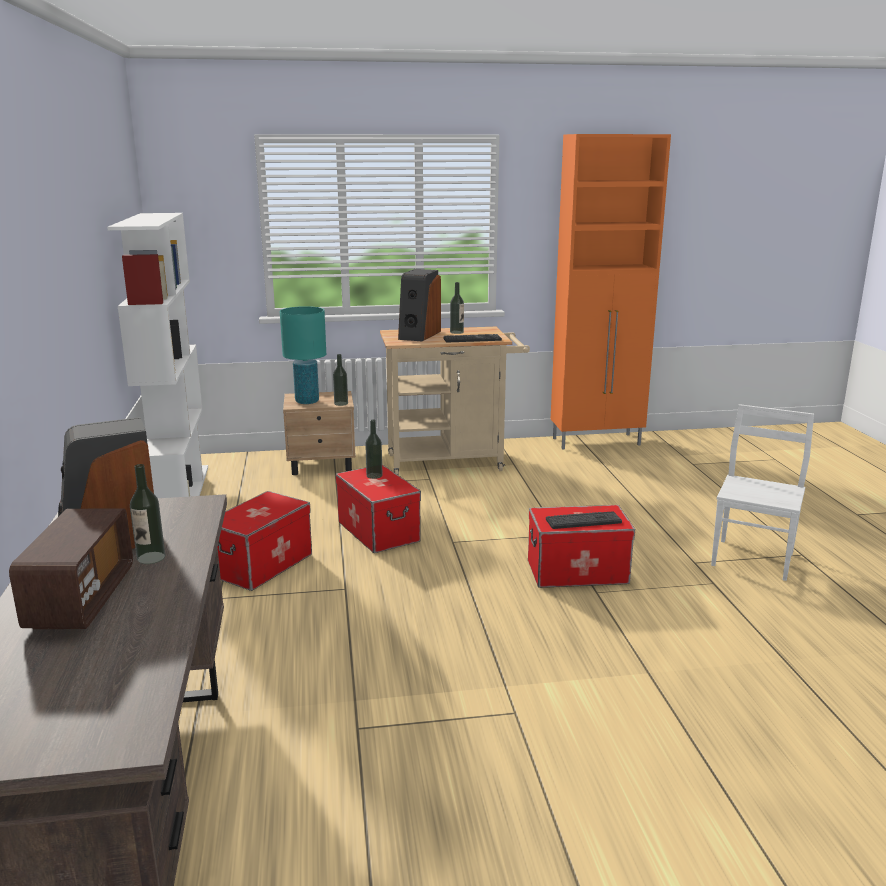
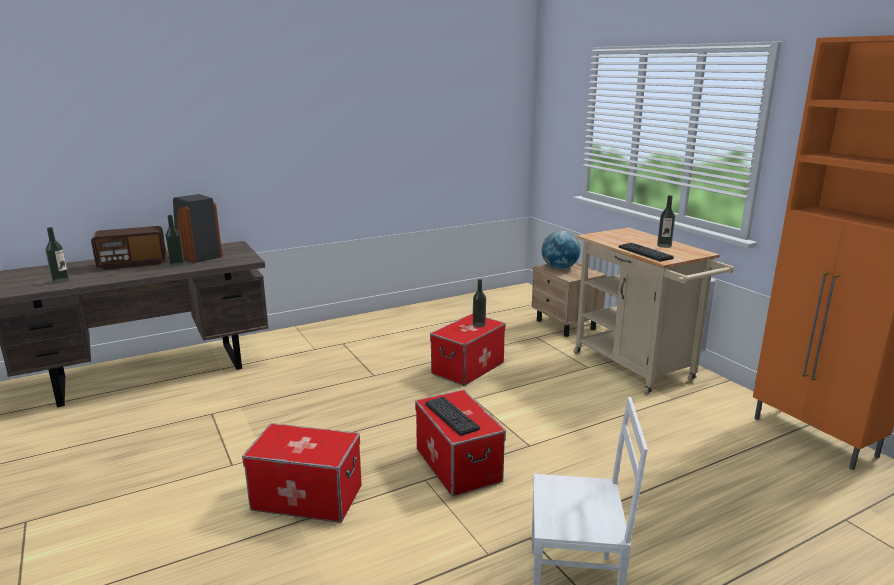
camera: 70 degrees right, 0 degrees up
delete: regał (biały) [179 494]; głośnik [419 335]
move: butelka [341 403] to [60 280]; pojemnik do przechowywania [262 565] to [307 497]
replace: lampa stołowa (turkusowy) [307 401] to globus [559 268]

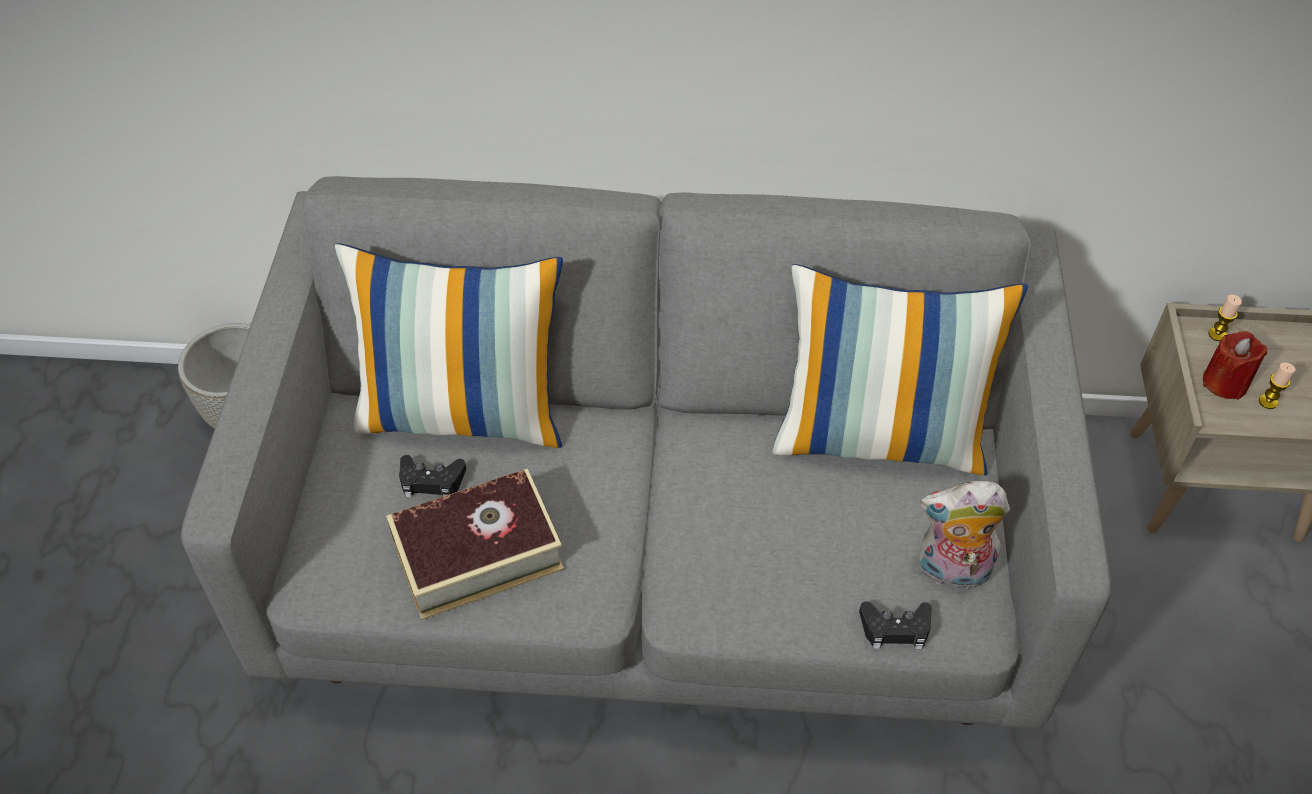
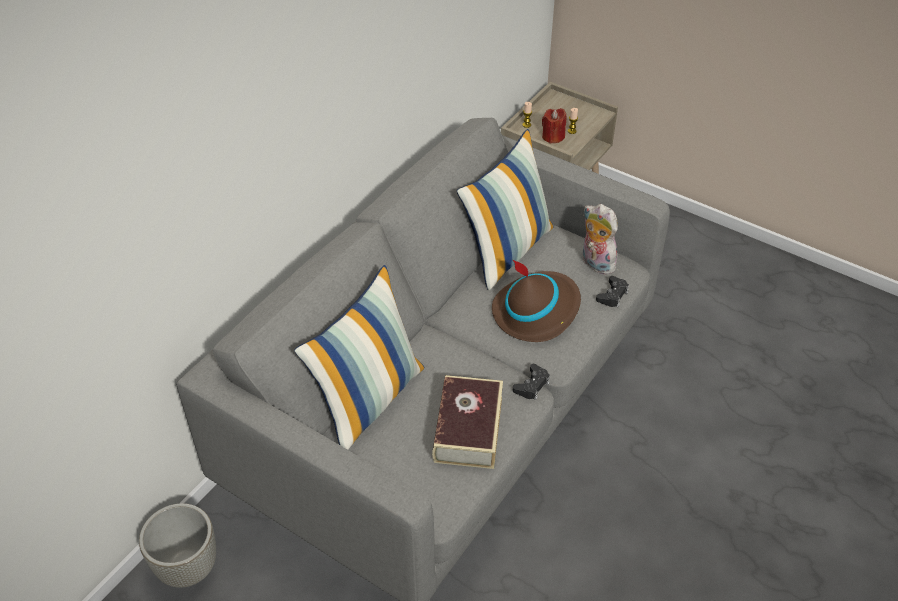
camera: 60 degrees left, 5 degrees down
insert: kapelusz (brązowy) [536 311]
move: pad do gier (czarny) [431 481] to [532 385]
rotate: pluszak [951 571] = [595 263] 105 degrees clockwise

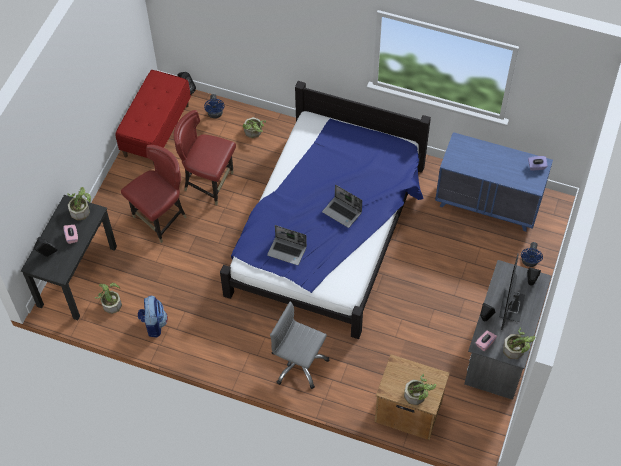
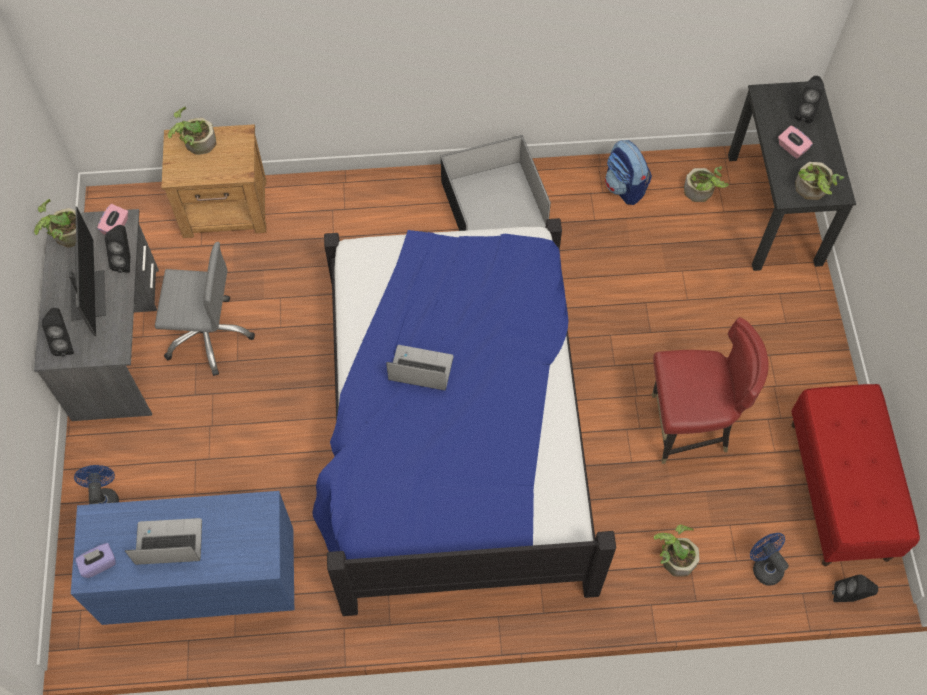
camera: 155 degrees right, 5 degrees up
delete: krzesło (czerwony) [161 219]
insert: pojemnik do przechowywania (czarny) [492 204]
move: laptop [287 251] to [168 543]; krzesło biurowe (szary) [298 364] to [208 335]

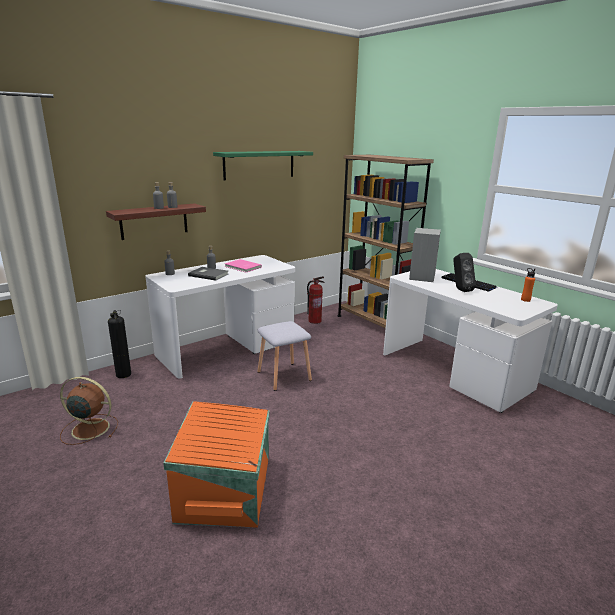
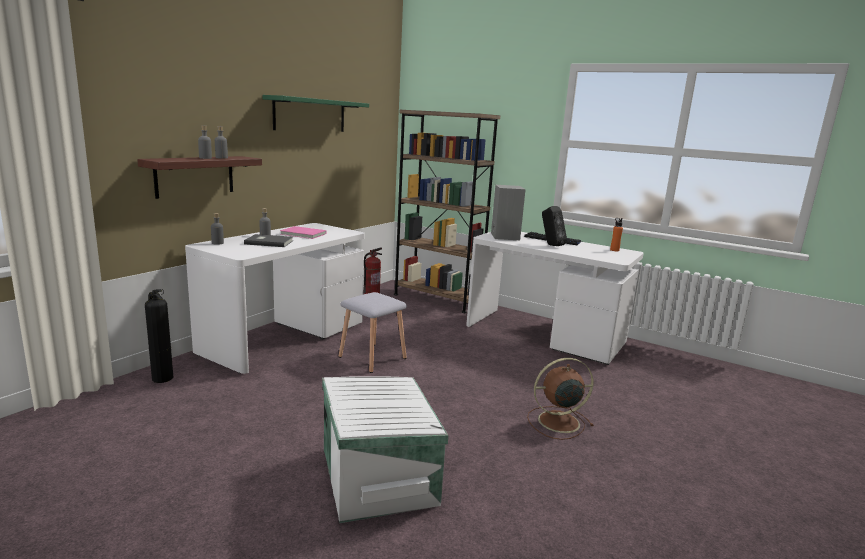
camera: 20 degrees left, 5 degrees down
move: wentylator (brązowy) [89 429] to [556 422]
recolor: pojemnik do przechowywania (pomarańczowy) [226 488] to pojemnik do przechowywania (biały) [380 475]

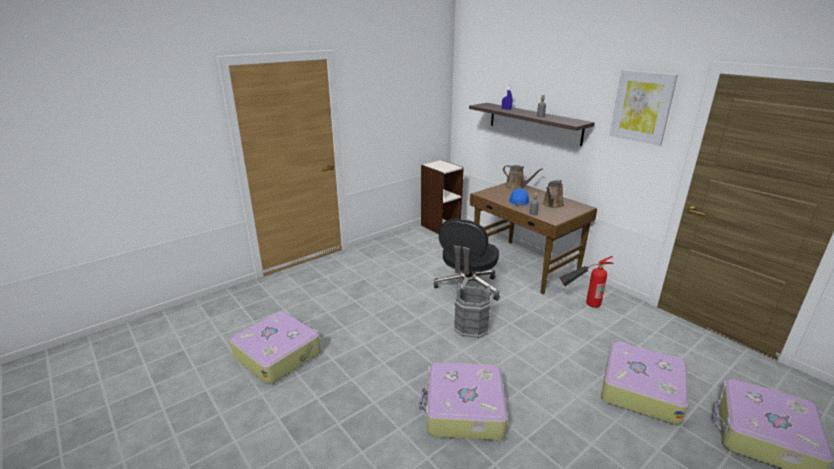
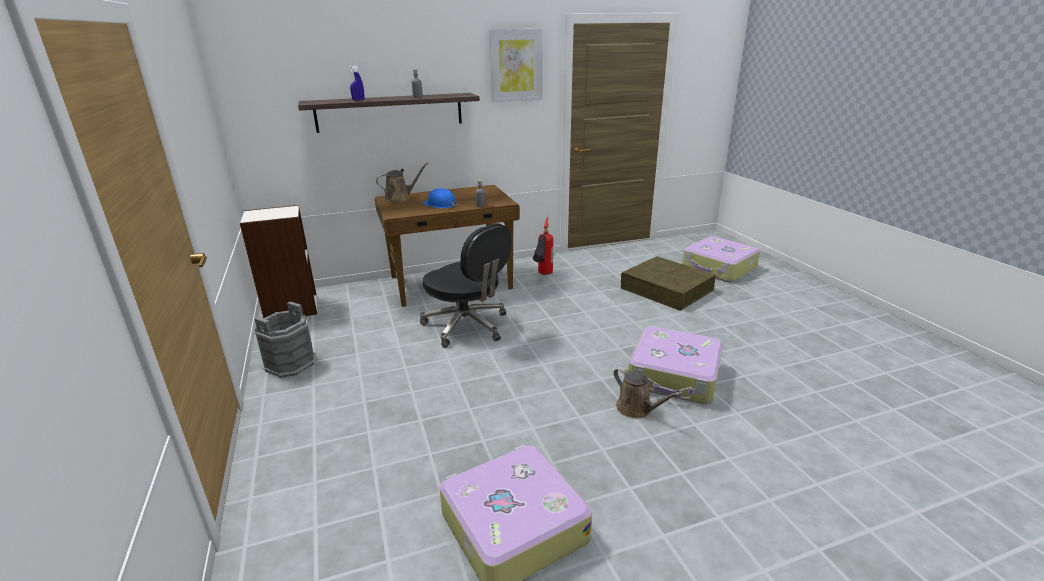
camera: 70 degrees left, 0 degrees up
move: konewka (brązowy) [552 205] to [636 409]; wiadro (szary) [471 327] to [291 364]
replace: walizka [640 389] to pojemnik do przechowywania (brązowy) [666 289]

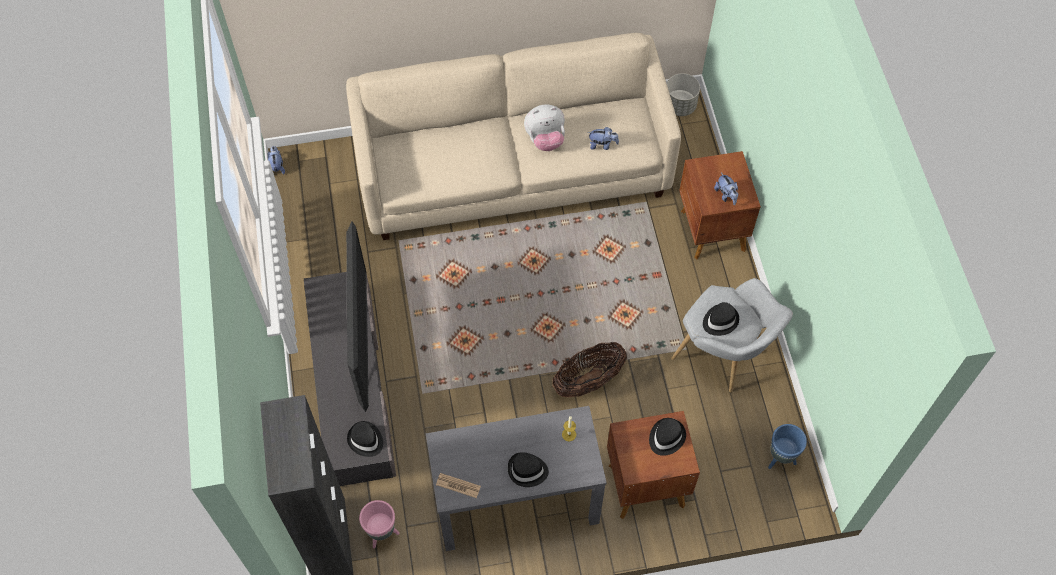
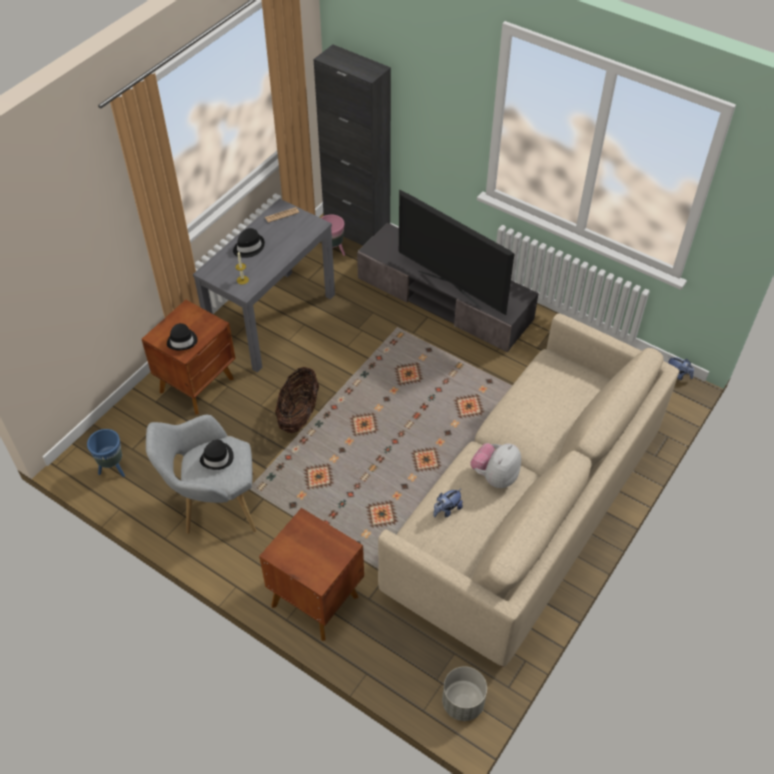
camera: 135 degrees right, 10 degrees down
delete: pluszak [726 195]; kapelusz (czarny) [365 440]

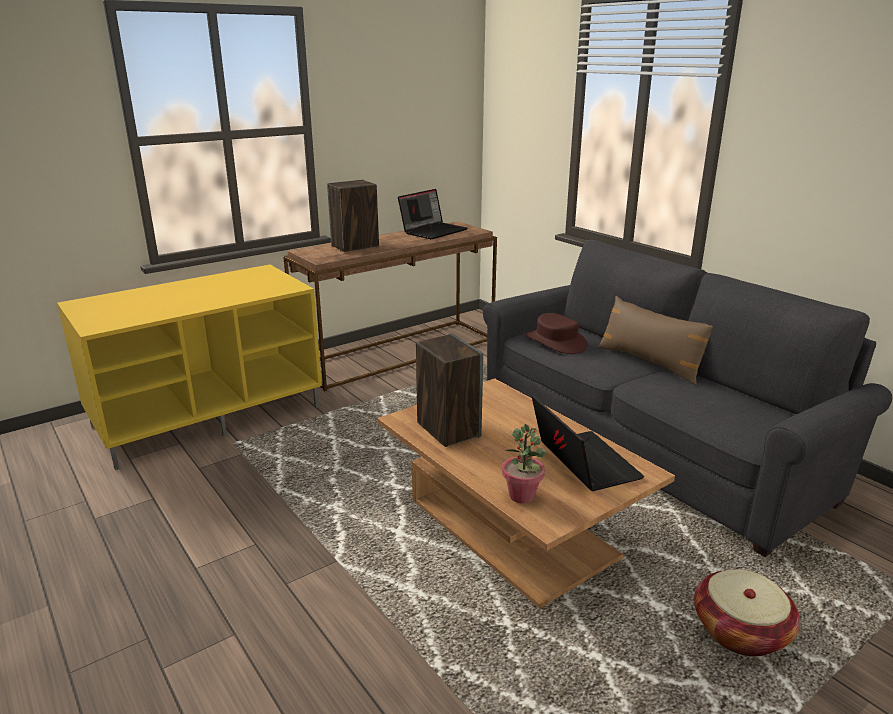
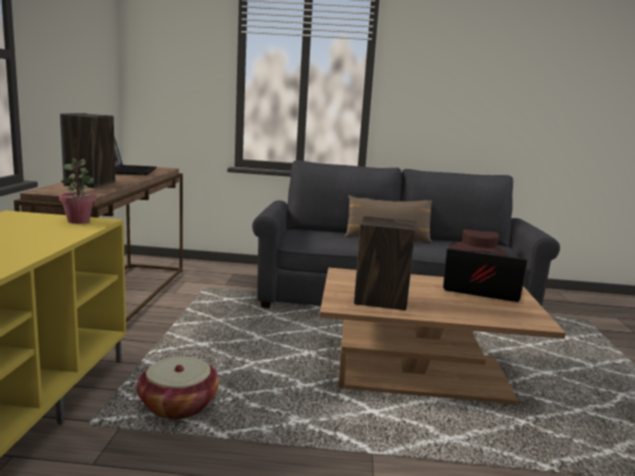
camera: 50 degrees left, 10 degrees down
move: kapelusz (brązowy) [556 342] to [478 251]; roślina doniczkowa [522 496] to [78 221]; koszyk [740 631] to [178 405]

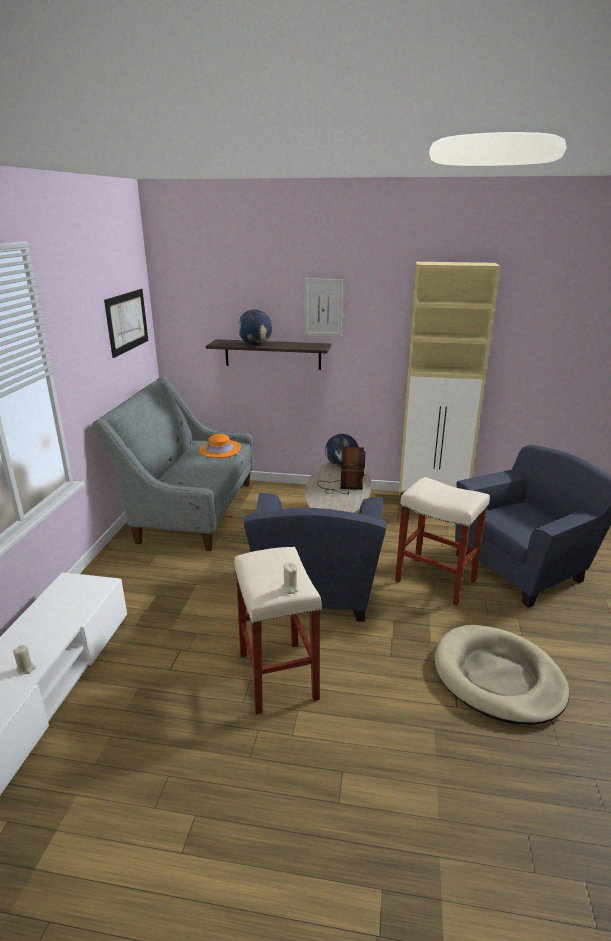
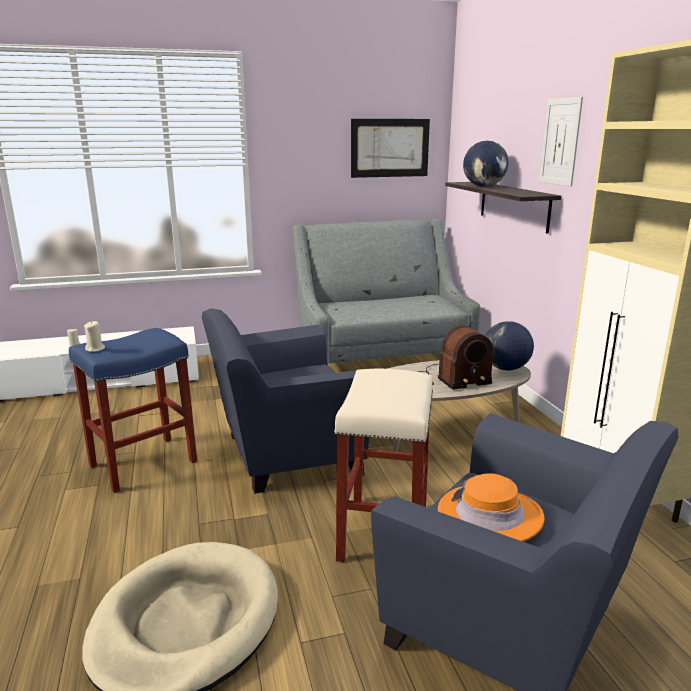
camera: 65 degrees right, 5 degrees down
move: kapelusz (pomarańczowy) [220 450] to [489 516]
recolor: stołek (beżowy) [279 677] to stołek (niebieski) [142 464]

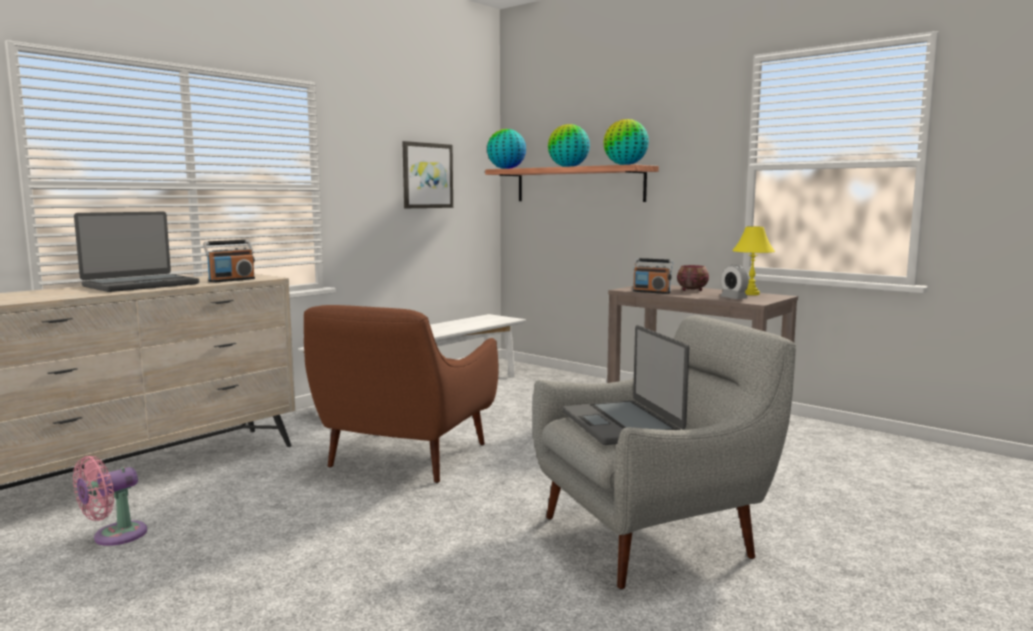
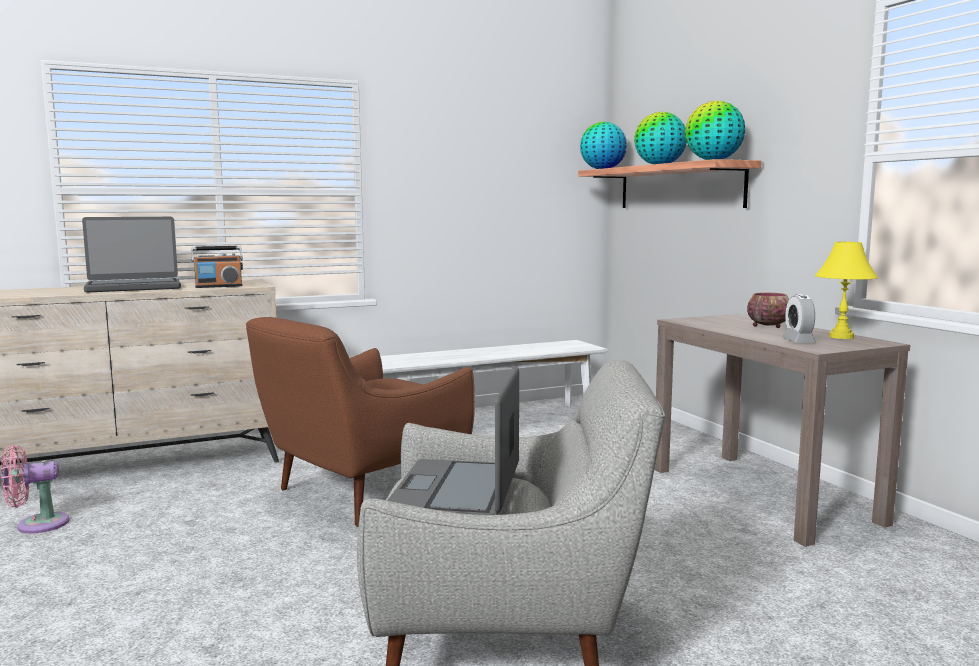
camera: 25 degrees right, 0 degrees up
delete: obraz [427 175]; radio [651 292]

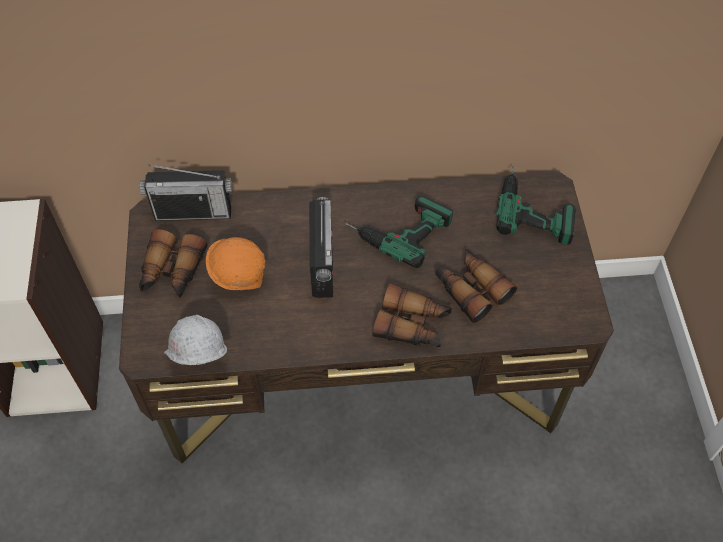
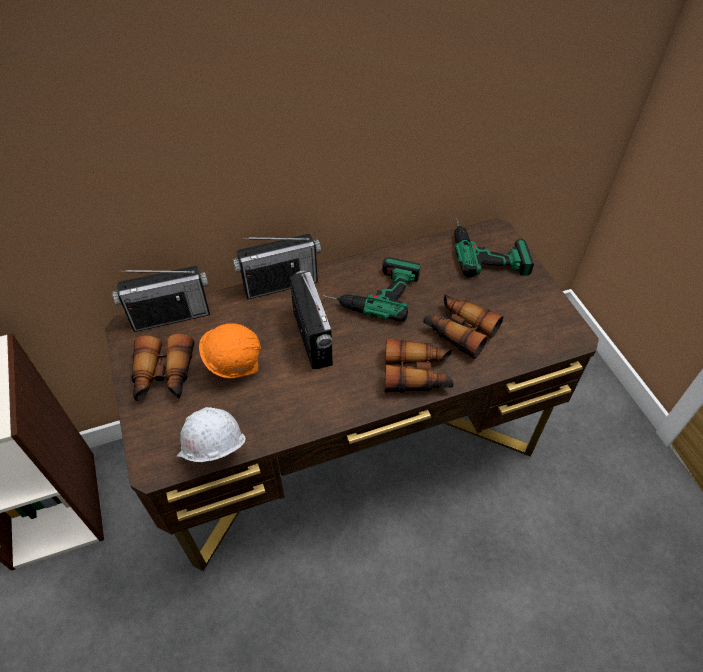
camera: 15 degrees left, 5 degrees down
insert: radio [280 284]

